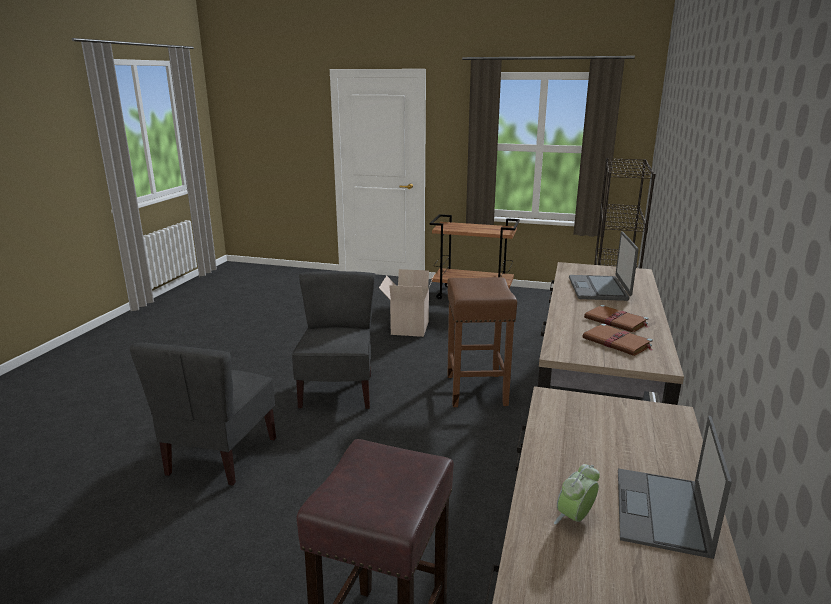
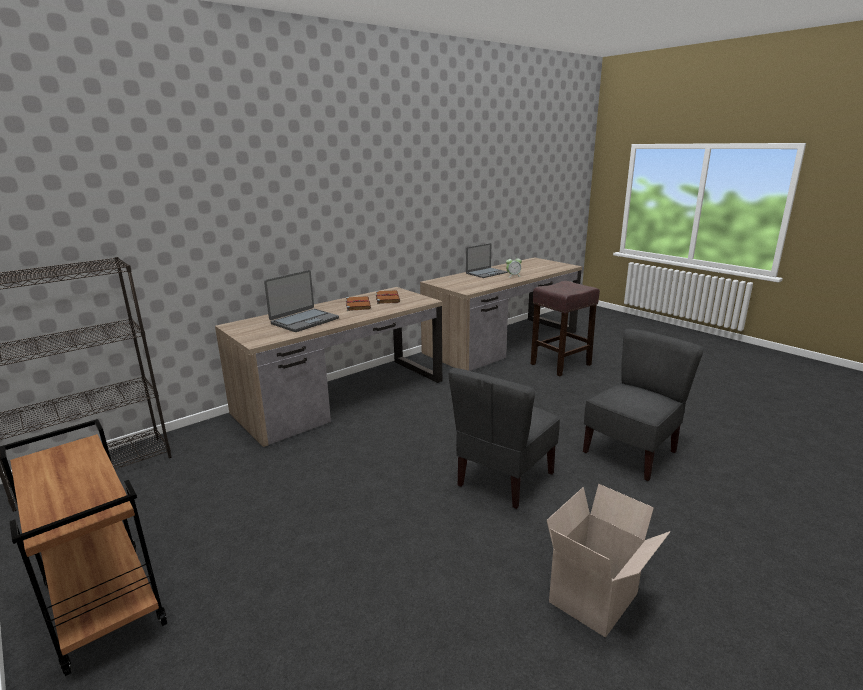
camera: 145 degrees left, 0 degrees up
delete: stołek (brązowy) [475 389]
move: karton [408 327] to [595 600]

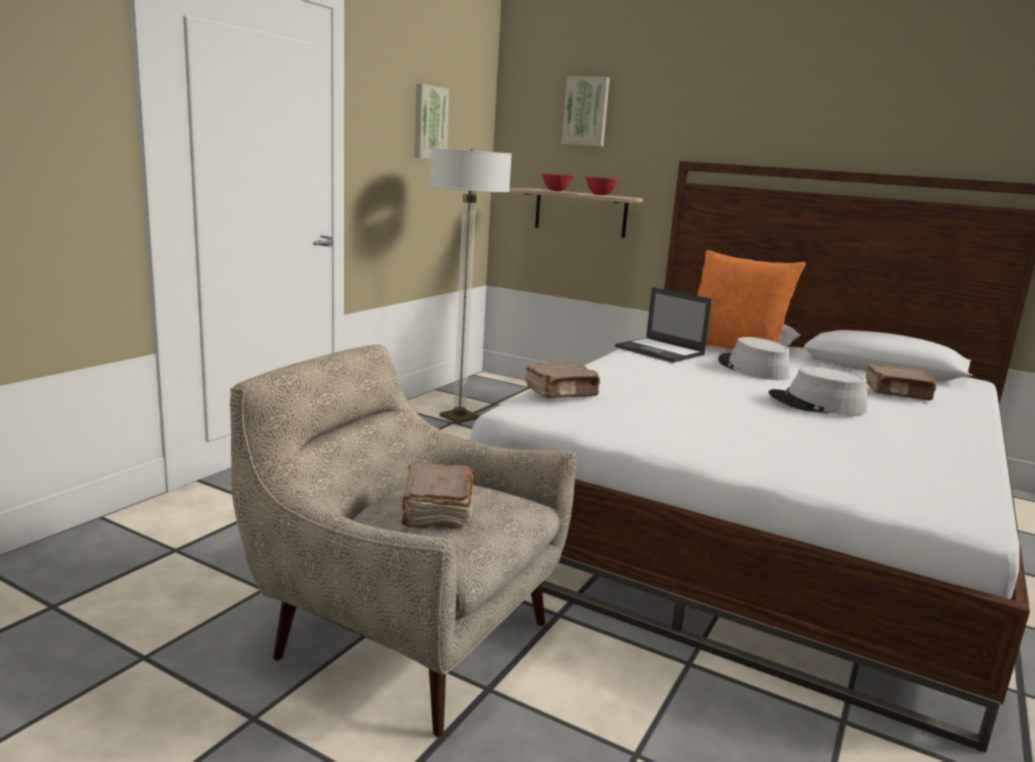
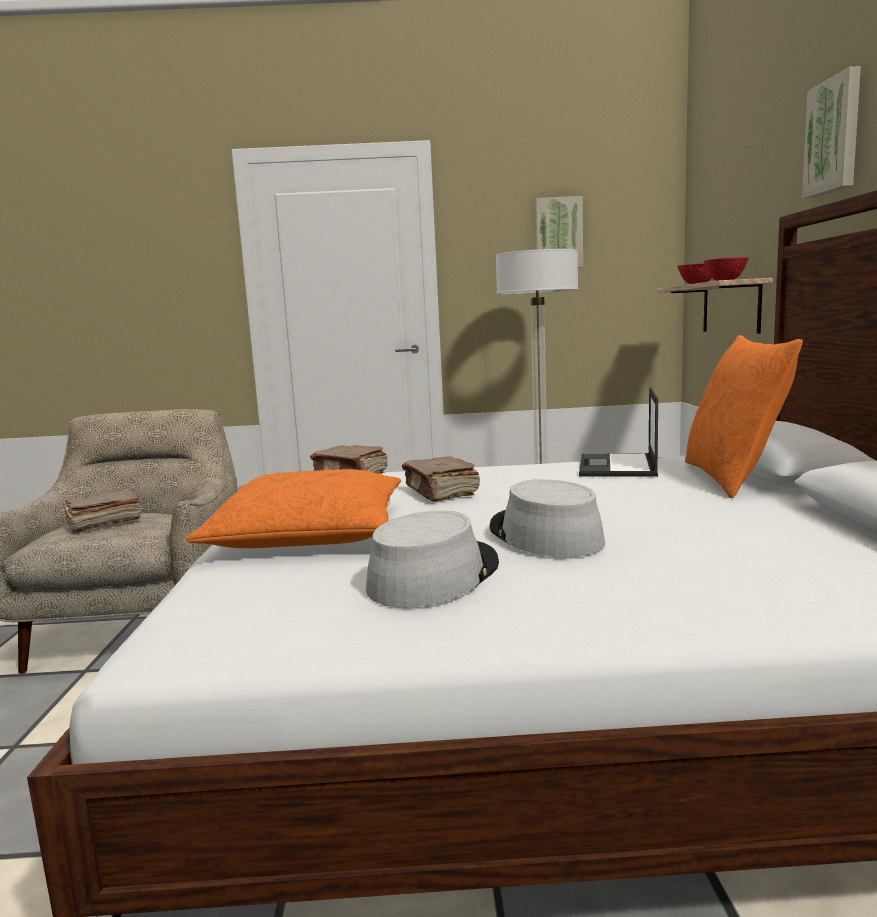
camera: 60 degrees right, 5 degrees down
insert: poduszka (pomarańczowy) [309 533]
move: obraz [586 111] to [834 136]; kapelusz (szary) [752 368] to [433 575]; książka (brązowy) [898 393] to [441 492]

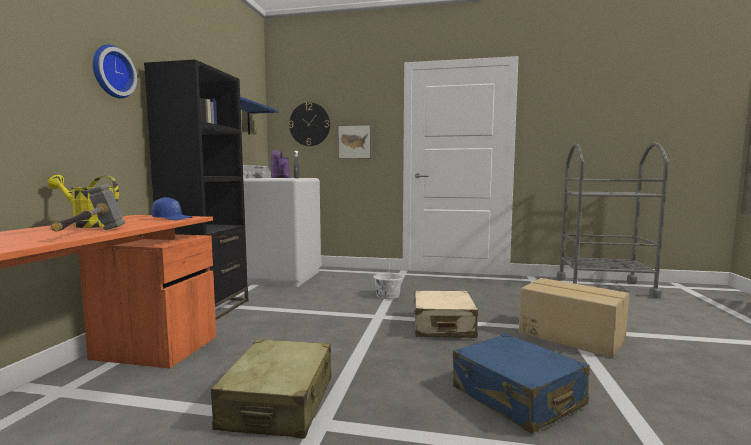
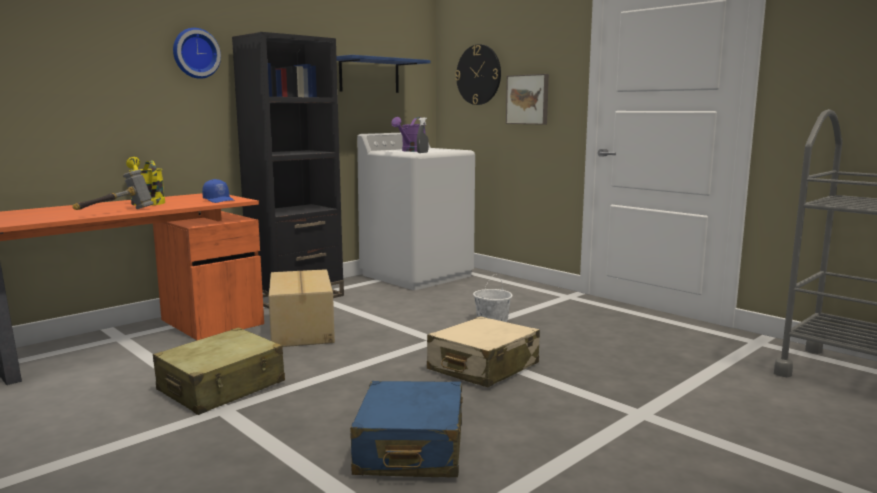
camera: 35 degrees right, 5 degrees up
move: karton [571 336] to [303 330]

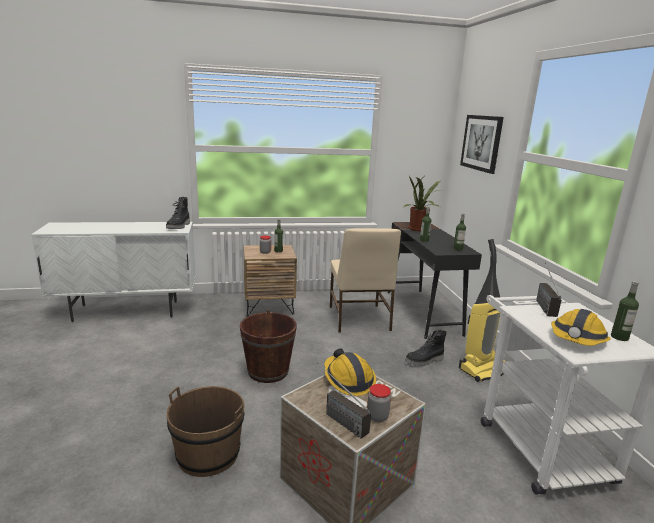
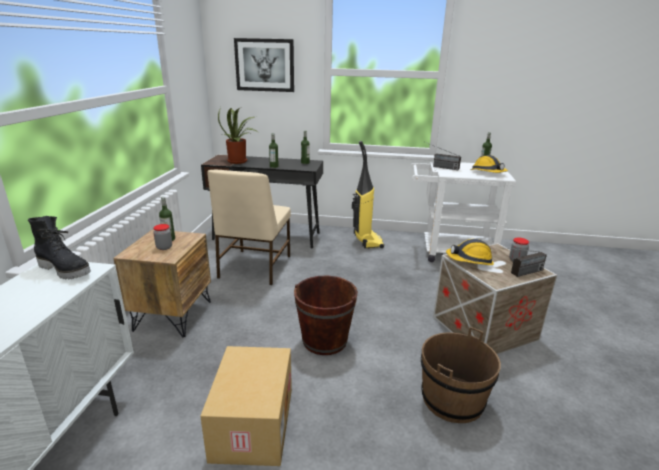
camera: 70 degrees left, 5 degrees up
delete: but z cholewką (czarny) [424 361]
insert: karton [251 423]
rotate: krzesło (beżowy) [358 319] = [254 267] 90 degrees clockwise

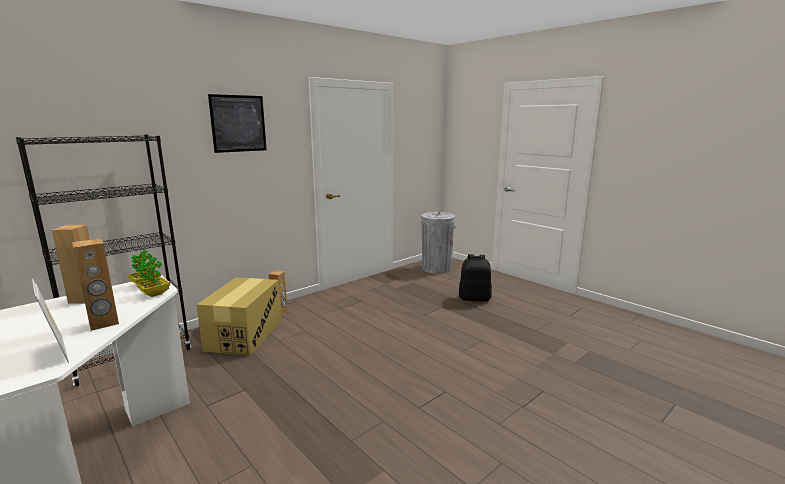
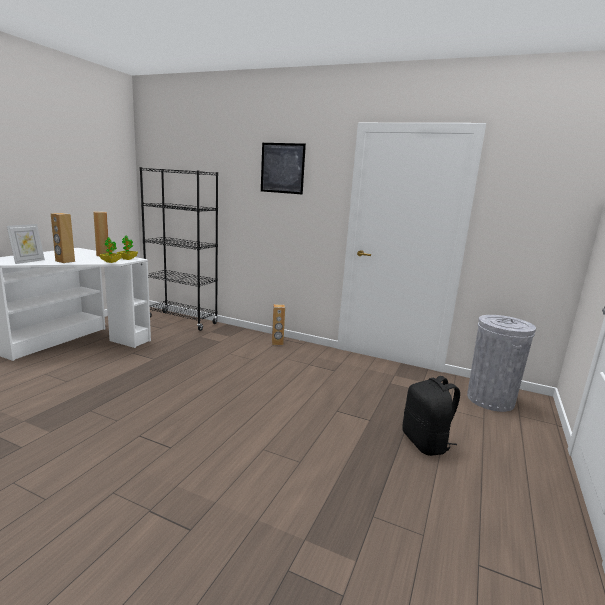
camera: 65 degrees right, 0 degrees up
delete: karton [245 335]

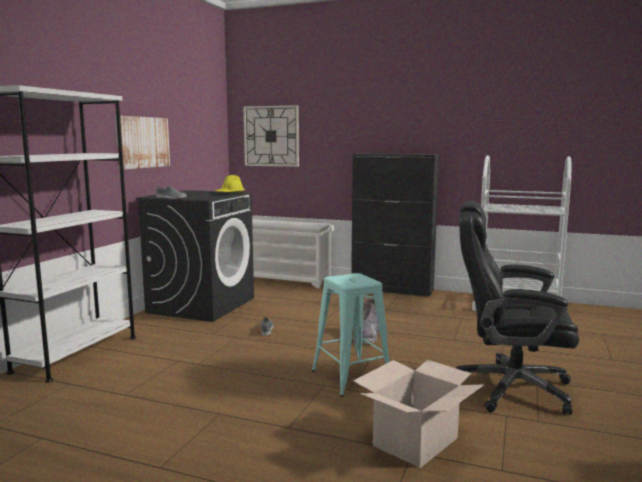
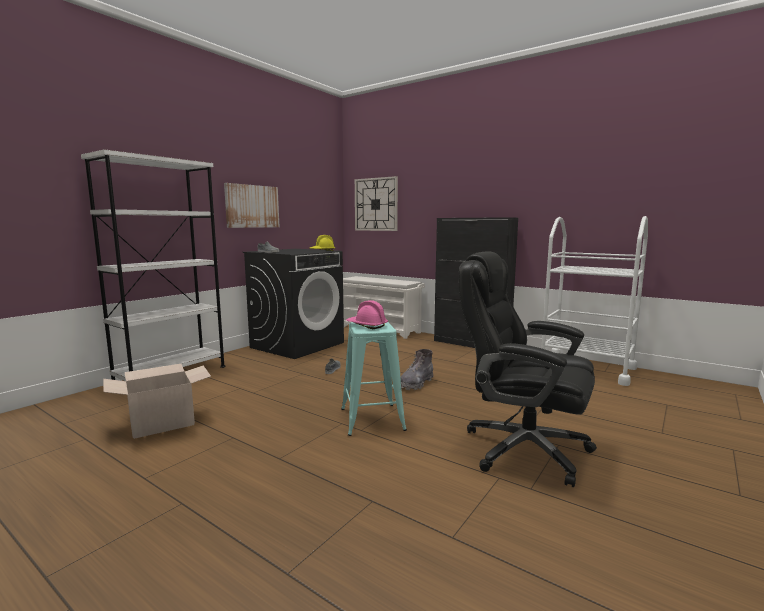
camera: 15 degrees right, 0 degrees up
insert: kask (różowy) [366 325]
move: karton [416 442] to [162 423]

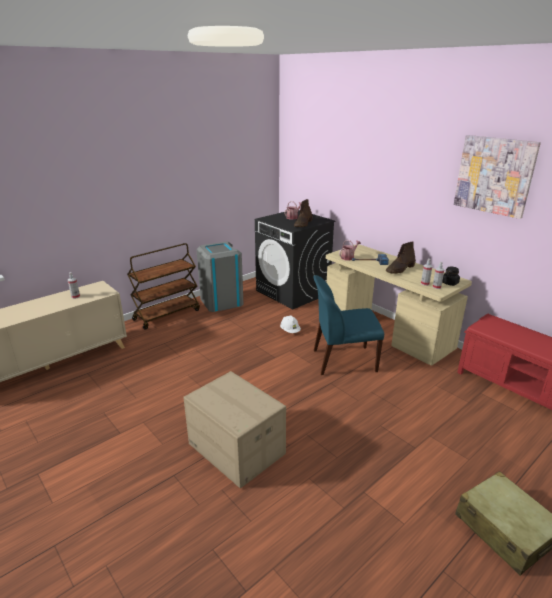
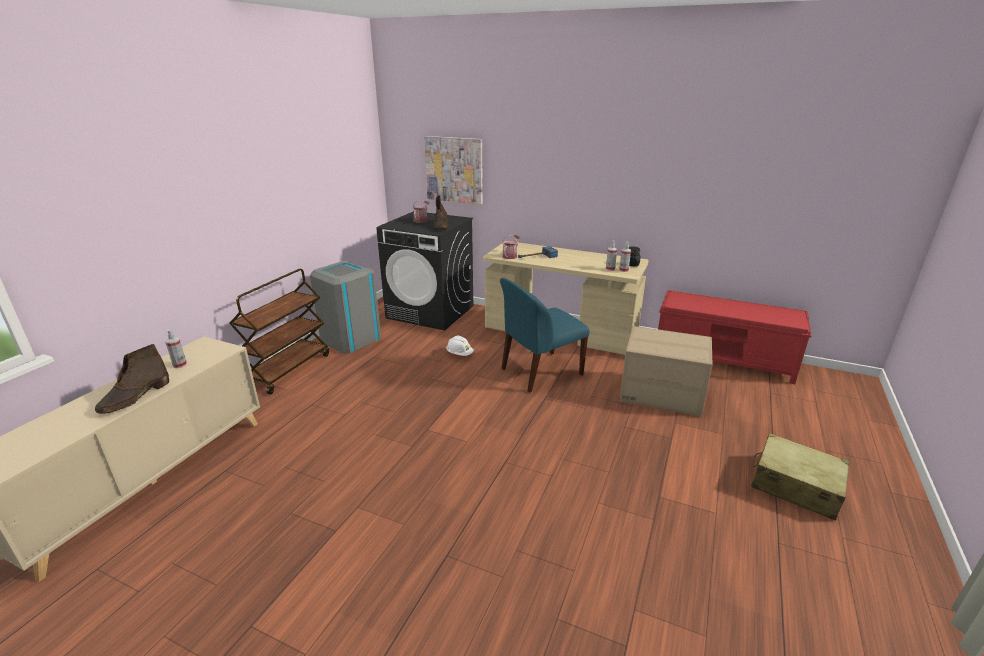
camera: 25 degrees left, 0 degrees up
move: obraz [494 175] to [454 170]; but z cholewką (brązowy) [400 269] to [135 397]; karton [235 449] to [661 394]

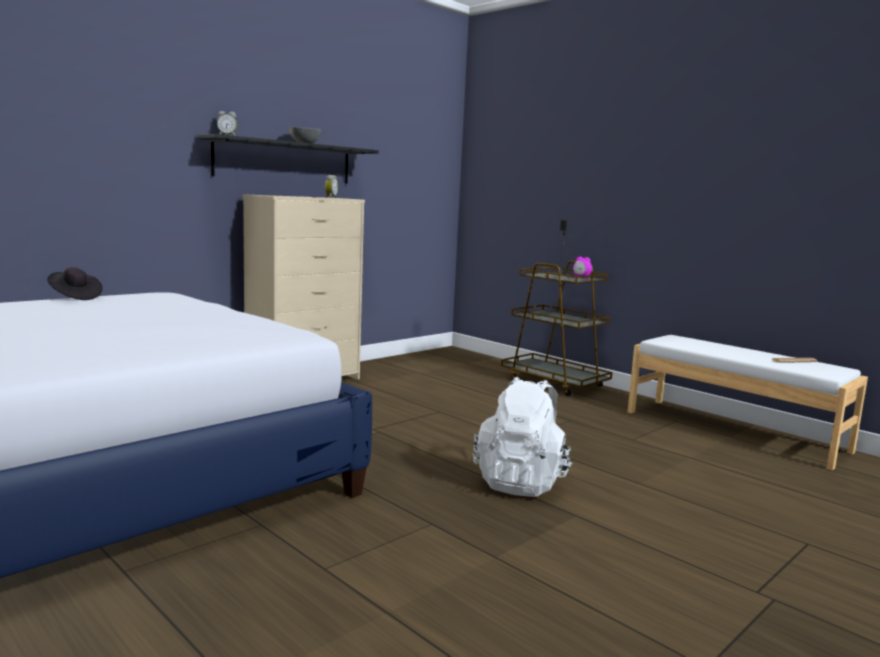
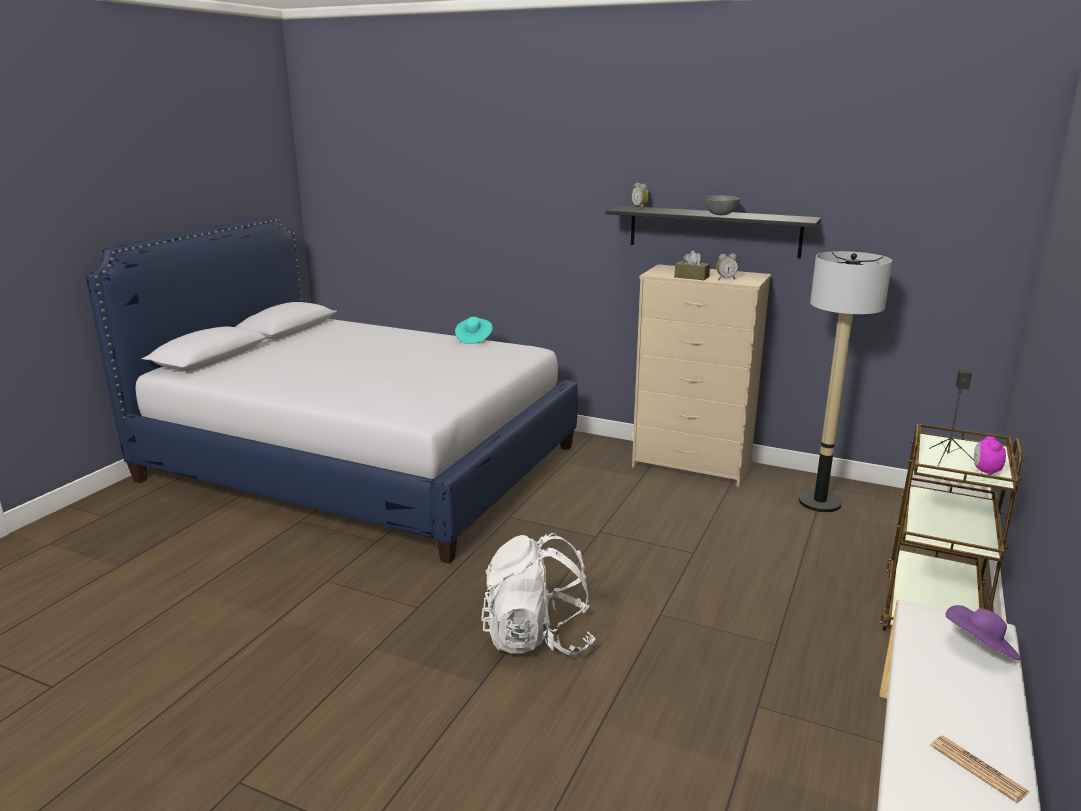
camera: 70 degrees right, 10 degrees up
insert: pudełko chusteczek (brązowy) [691 277]; lampa stojąca [819 502]; kapelusz (fioletowy) [980 648]
recolor: kapelusz (czarny) [75 297] to kapelusz (turkusowy) [473 339]

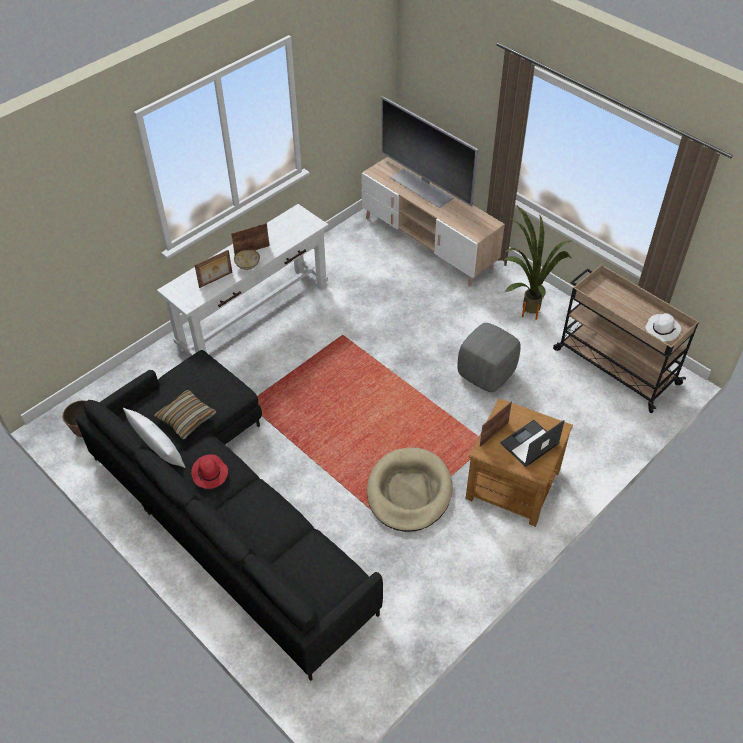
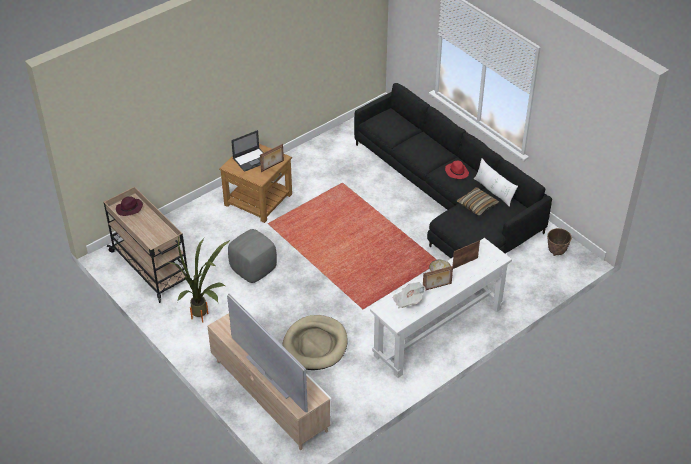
camera: 175 degrees left, 5 degrees down
insert: gazeta [408 300]
move: legowisko (beżowy) [409 492] to [315 345]
recolor: kapelusz (biały) [662 329] to kapelusz (fioletowy) [129 209]

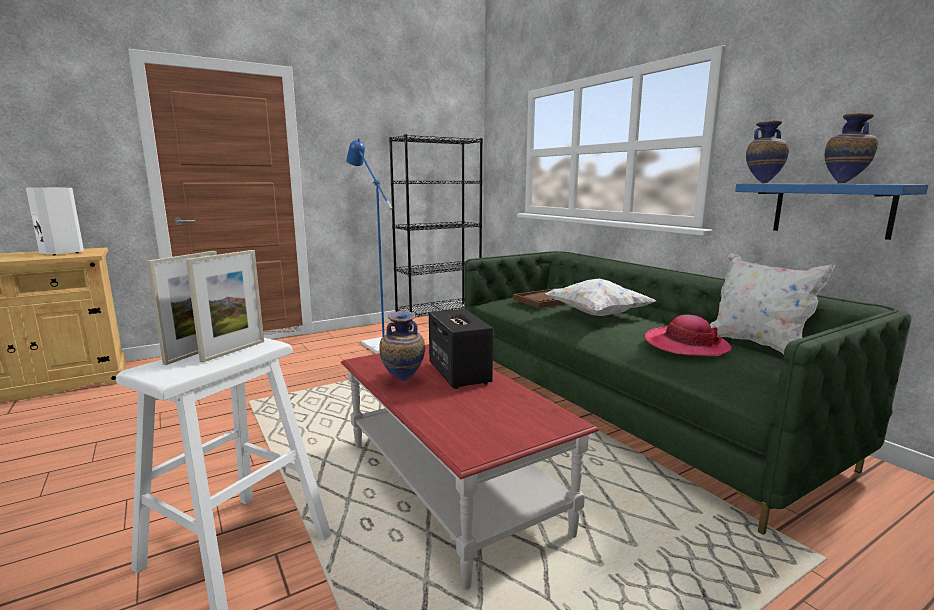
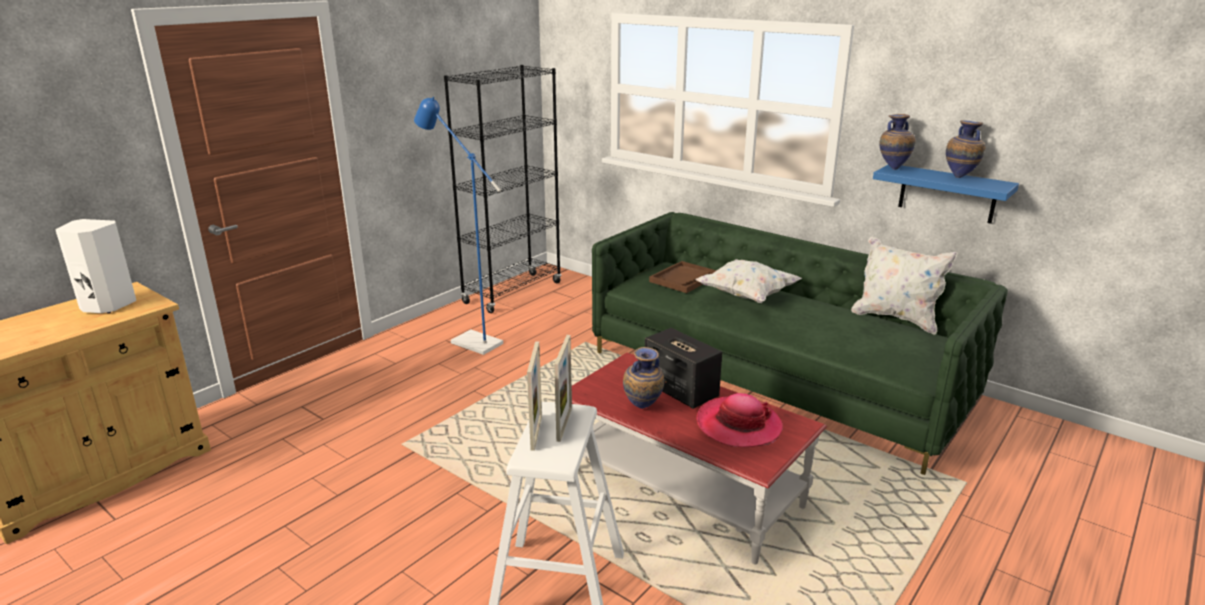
camera: 20 degrees left, 10 degrees up
move: kapelusz [685 345] to [738 425]

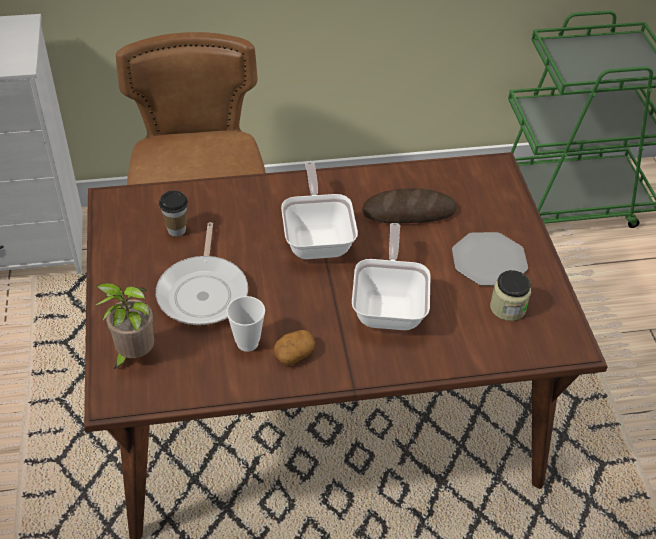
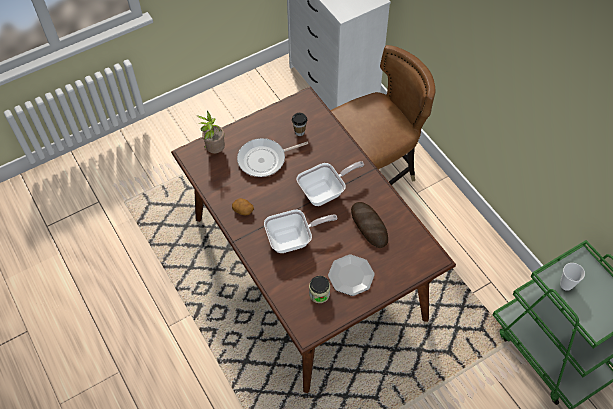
camera: 70 degrees right, 10 degrees up
move: filiżanka [247 343] to [566 285]

